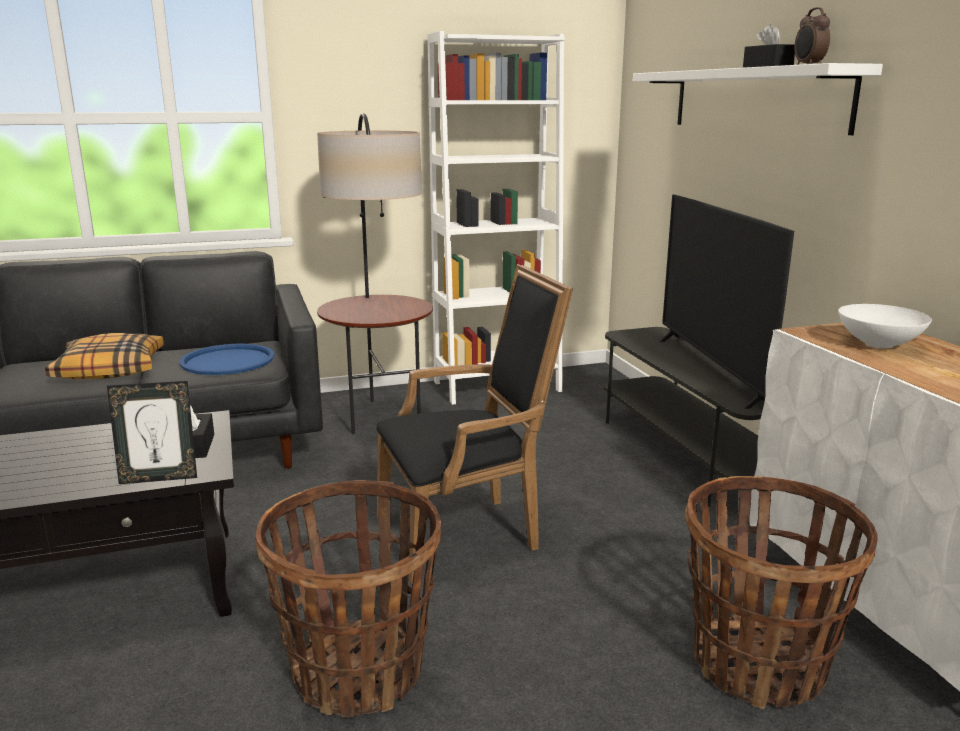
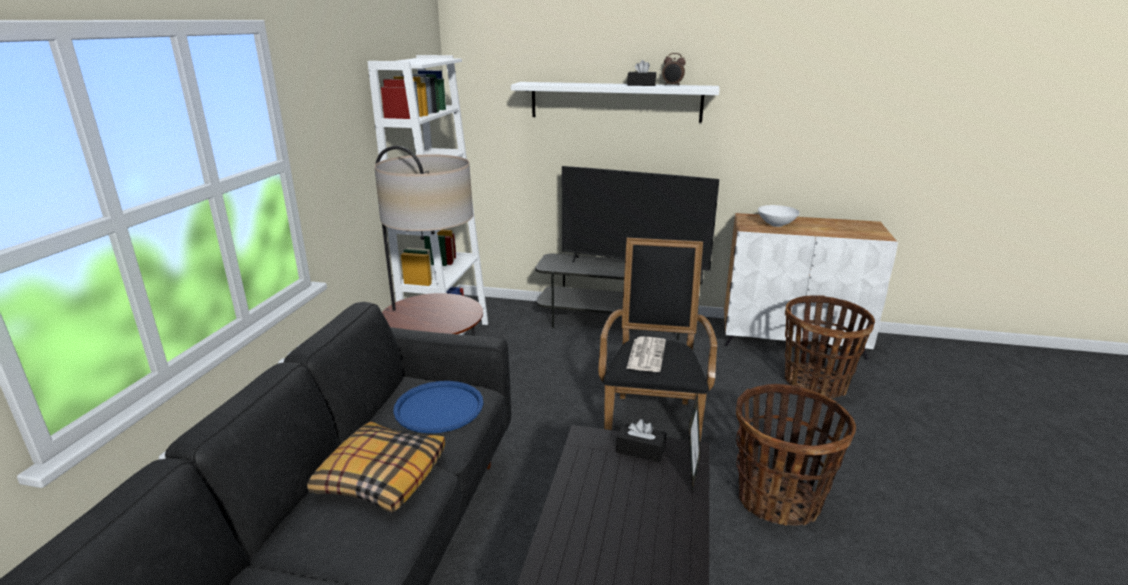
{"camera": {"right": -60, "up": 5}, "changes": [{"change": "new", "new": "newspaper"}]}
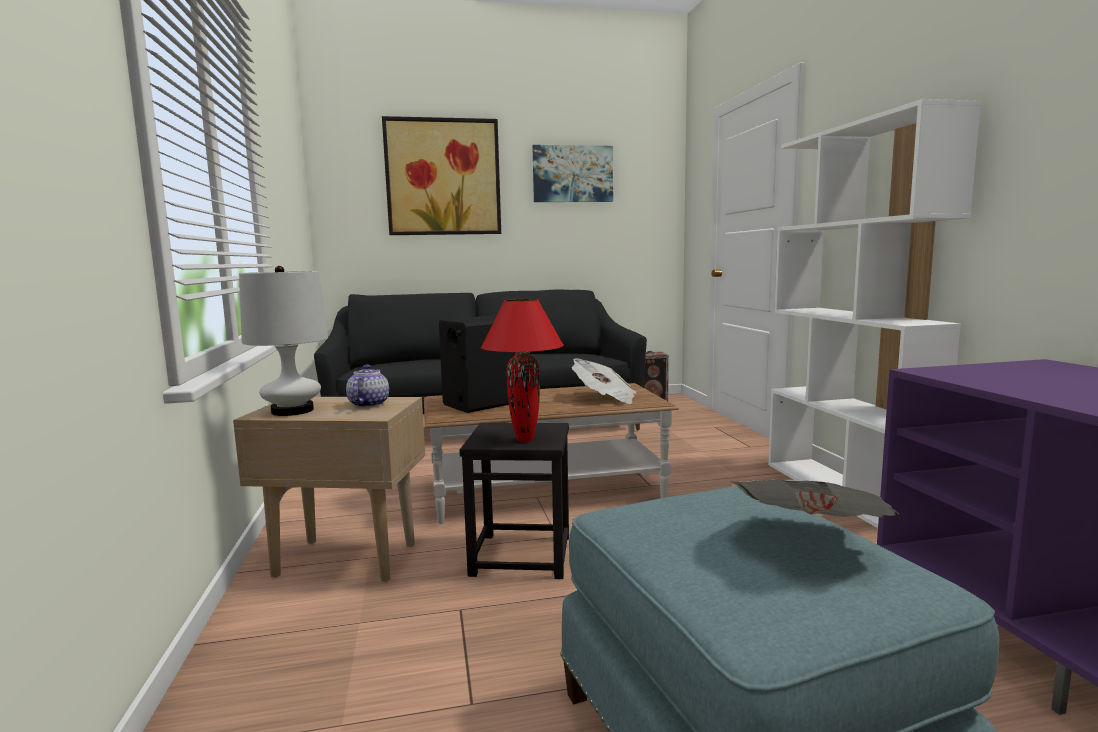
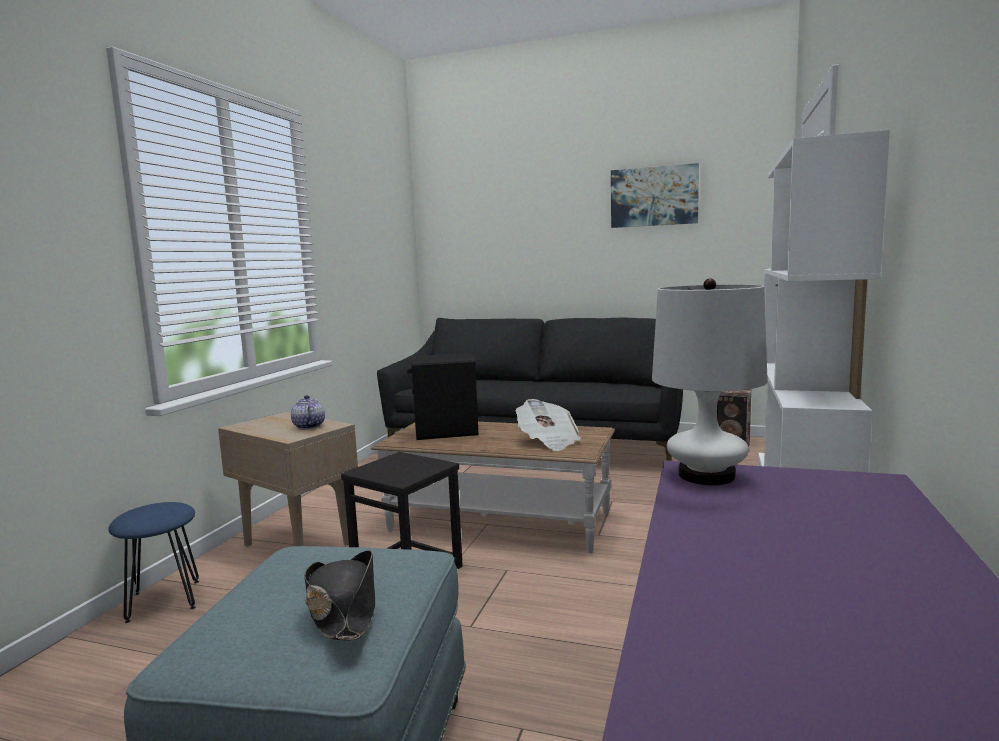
{"camera": {"right": 30, "up": 0}, "changes": [{"change": "gone", "old": "picture (no. 1 from left)"}, {"change": "shifted", "old": "white table lamp"}, {"change": "gone", "old": "red table lamp"}, {"change": "rotated", "old": "teapot", "degrees": -60}, {"change": "swapped", "old": "newspaper (no. 2 from left)", "new": "black hat"}, {"change": "new", "new": "blue stool"}]}
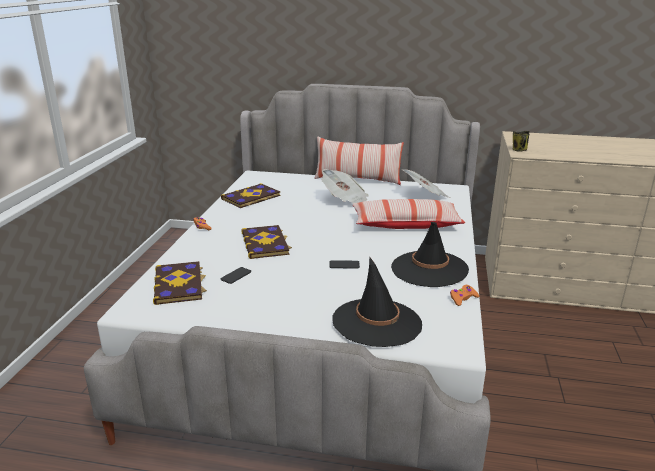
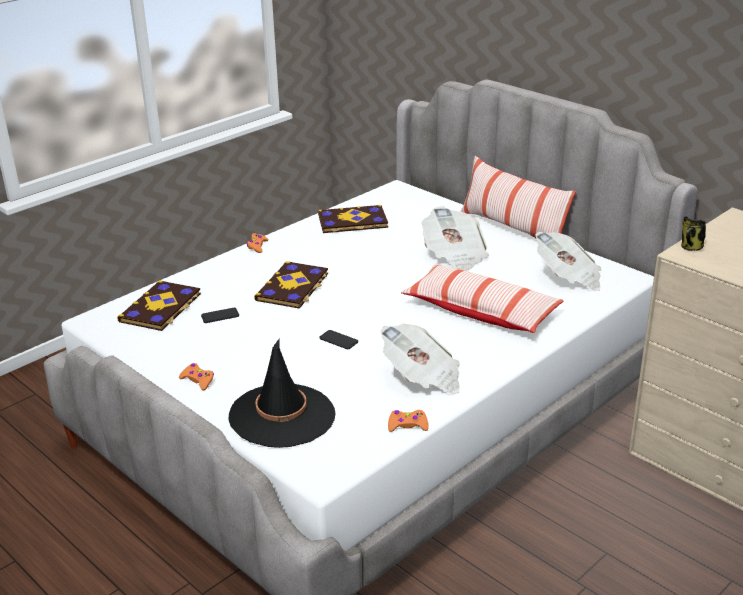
{"camera": {"right": 35, "up": 5}, "changes": [{"change": "swapped", "old": "black hat (no. 2 from left)", "new": "newspaper (no. 1 from left)"}, {"change": "new", "new": "orange game controller (no. 1 from left)"}]}
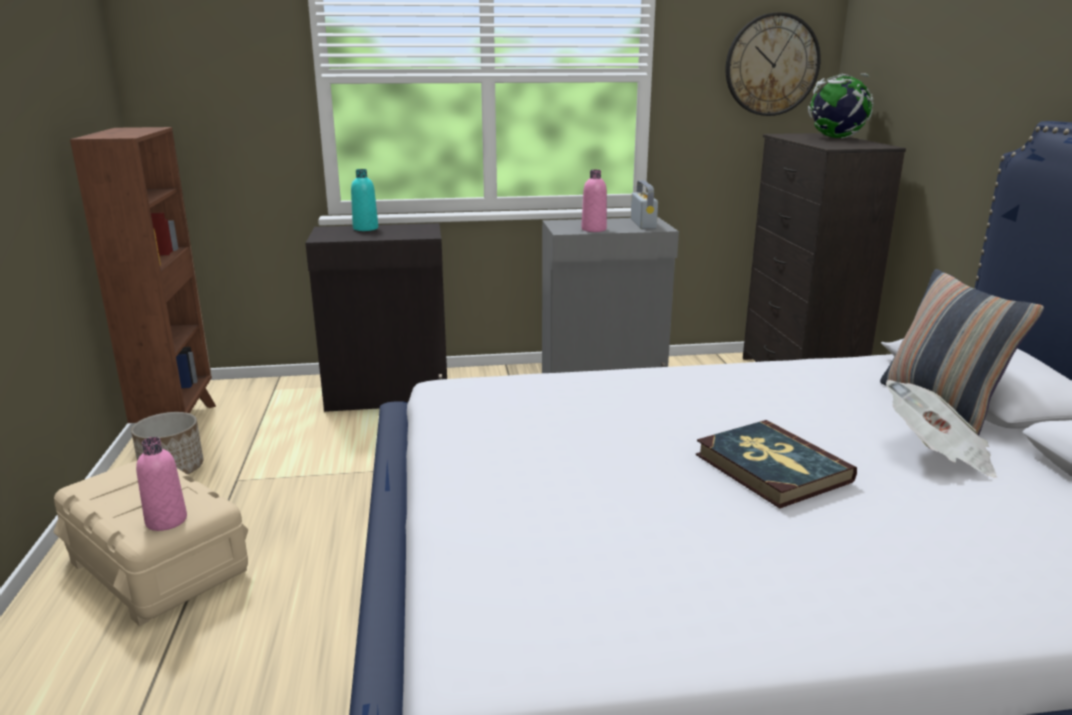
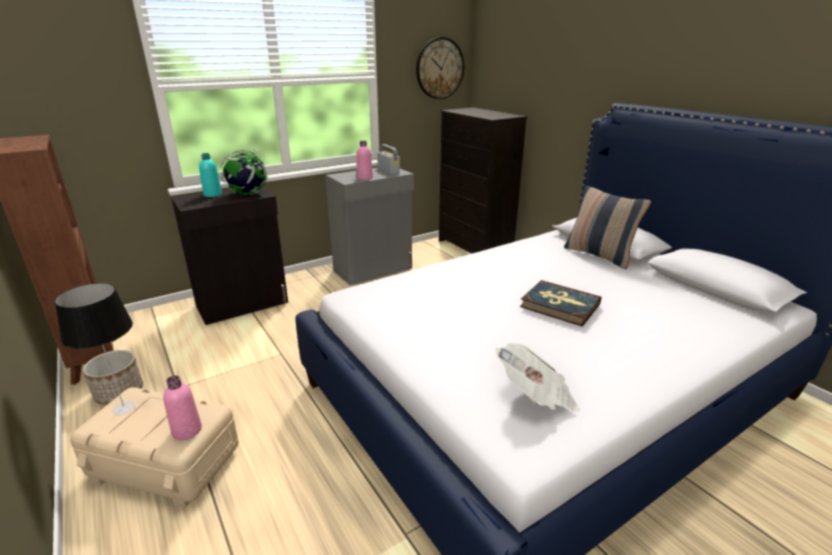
{"camera": {"right": -25, "up": 5}, "changes": [{"change": "shifted", "old": "globe"}, {"change": "shifted", "old": "newspaper"}, {"change": "new", "new": "table lamp"}]}
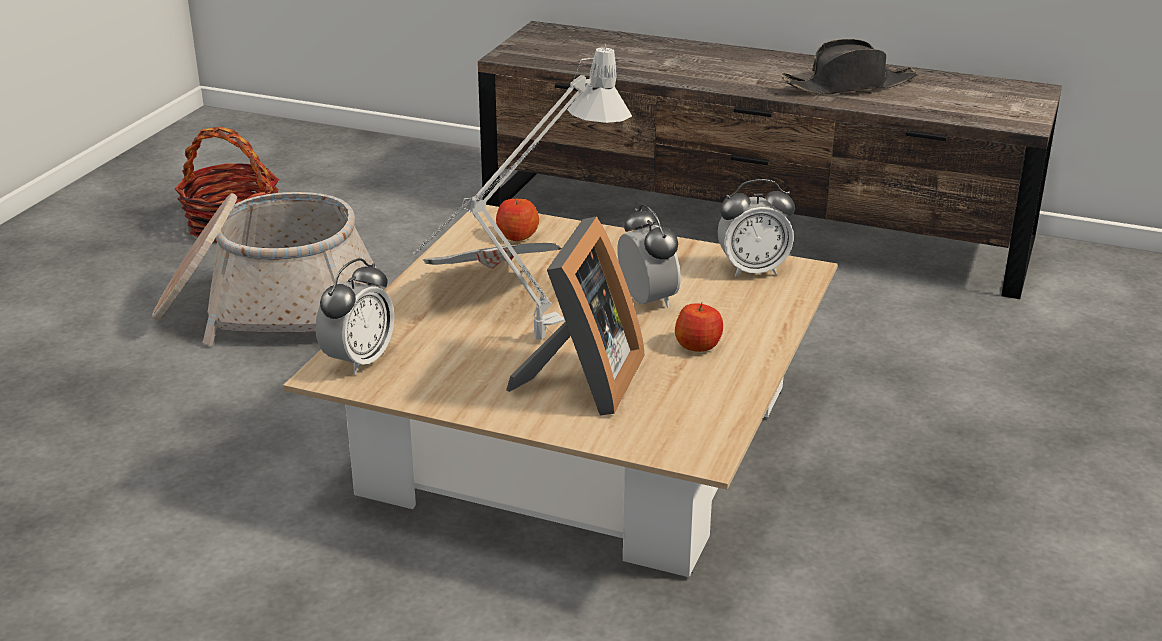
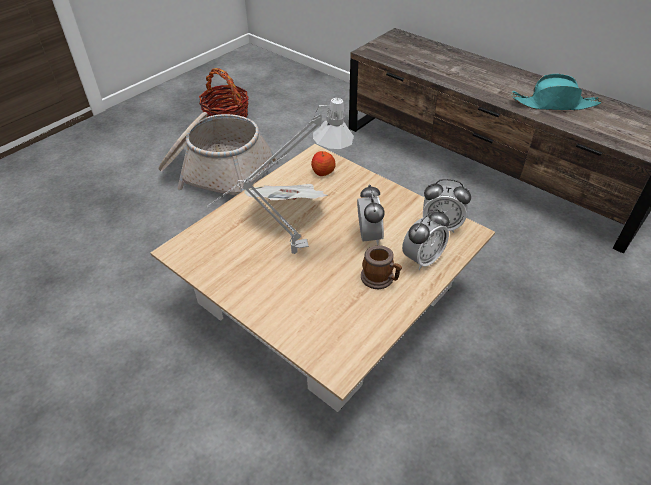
{"camera": {"right": 20, "up": 15}, "changes": [{"change": "repainted", "old": "black hat", "new": "turquoise hat"}, {"change": "gone", "old": "picture frame"}, {"change": "shifted", "old": "alarm clock (no. 1 from left in the first image)", "new": "alarm clock (no. 2 from left)"}, {"change": "swapped", "old": "apple (no. 2 from left)", "new": "mug"}]}
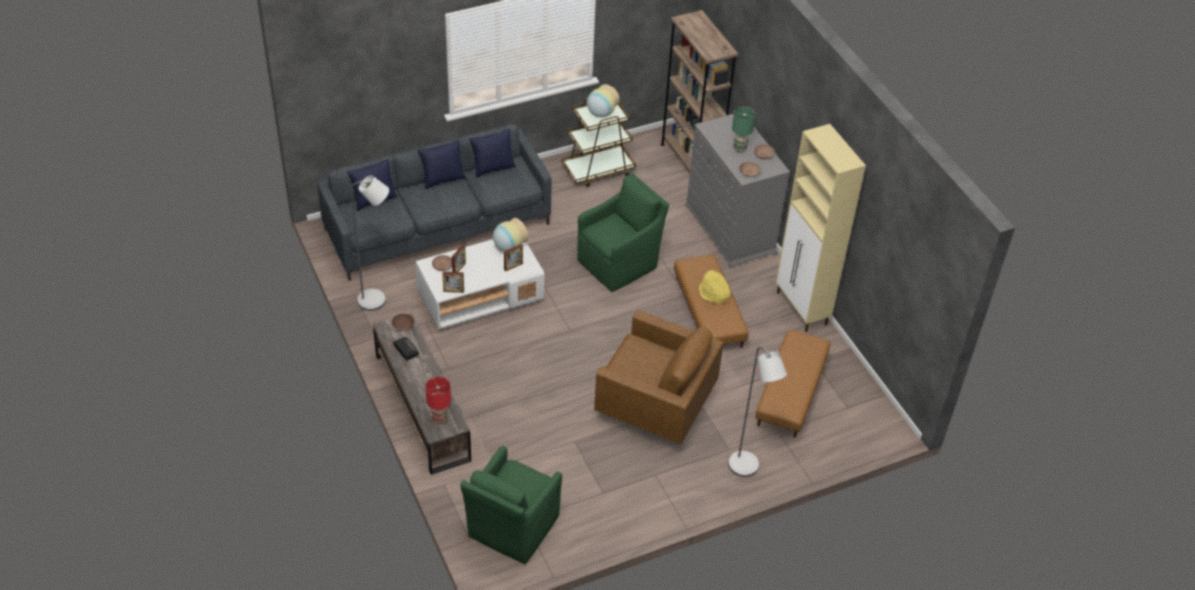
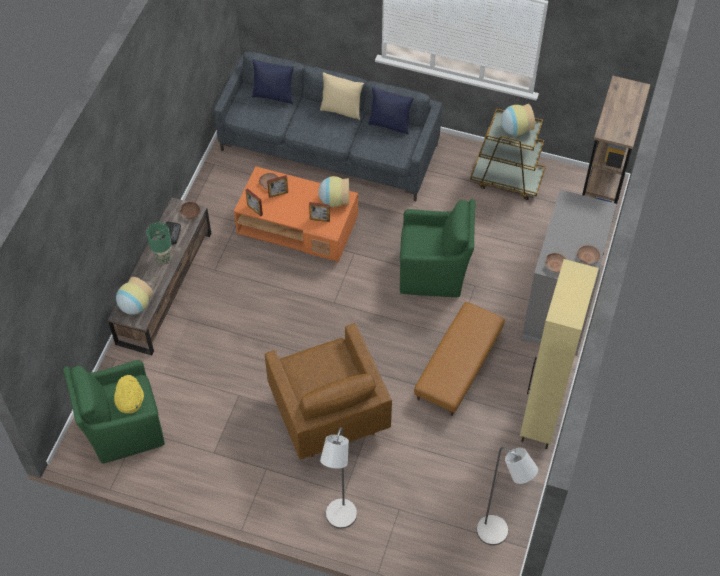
{"camera": {"right": 45, "up": 10}, "changes": [{"change": "shifted", "old": "green table lamp"}, {"change": "repainted", "old": "blue pillow (no. 2 from left)", "new": "beige pillow"}, {"change": "shifted", "old": "grey floor lamp (no. 1 from left in the first image)", "new": "grey floor lamp (no. 2 from left)"}, {"change": "repainted", "old": "white coffee table", "new": "orange coffee table"}, {"change": "shifted", "old": "yellow hat"}, {"change": "gone", "old": "brown ottoman (no. 2 from left)"}, {"change": "swapped", "old": "red table lamp", "new": "vase (no. 1 from left)"}]}
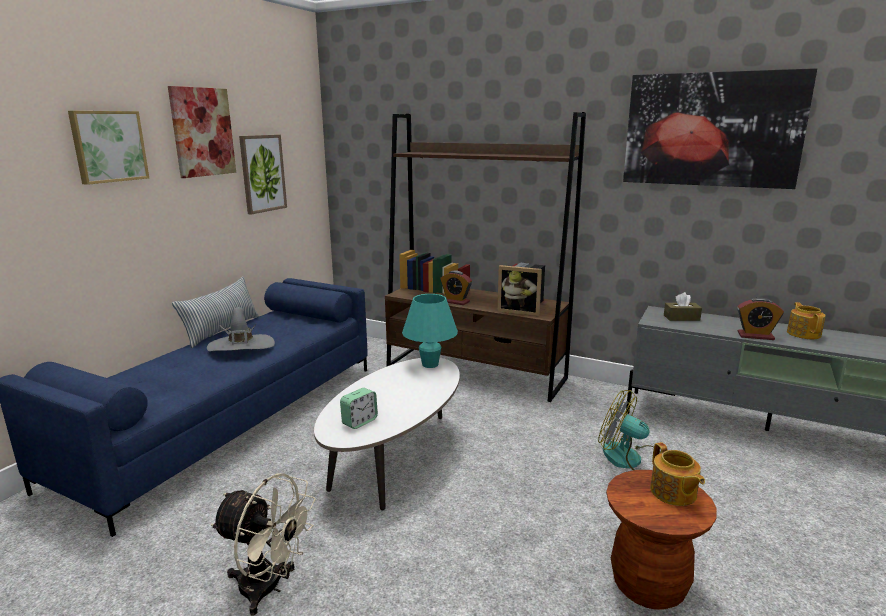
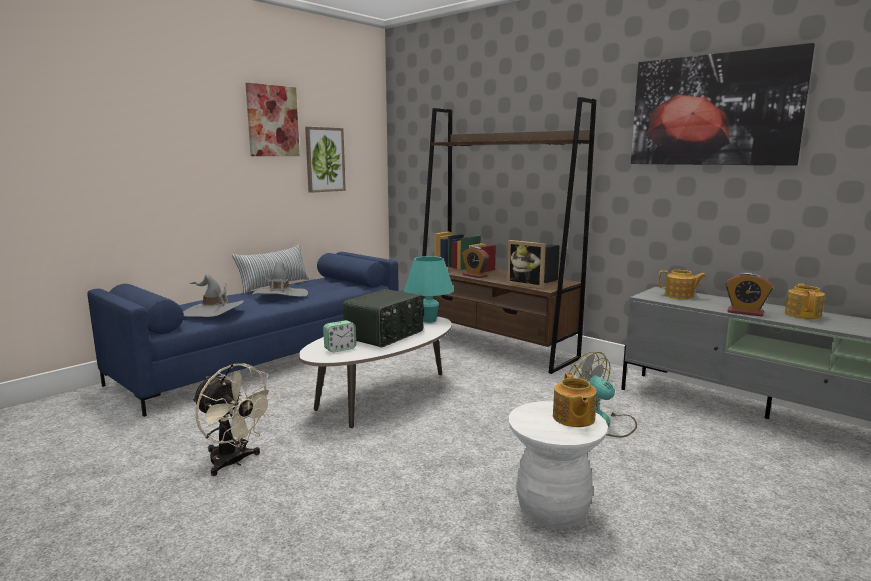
{"camera": {"right": 15, "up": -5}, "changes": [{"change": "gone", "old": "picture (no. 1 from left)"}, {"change": "swapped", "old": "brown tissue box", "new": "teapot (no. 2 from left)"}, {"change": "repainted", "old": "brown stool", "new": "white stool"}, {"change": "new", "new": "grey hat (no. 1 from left)"}, {"change": "new", "new": "radio"}]}
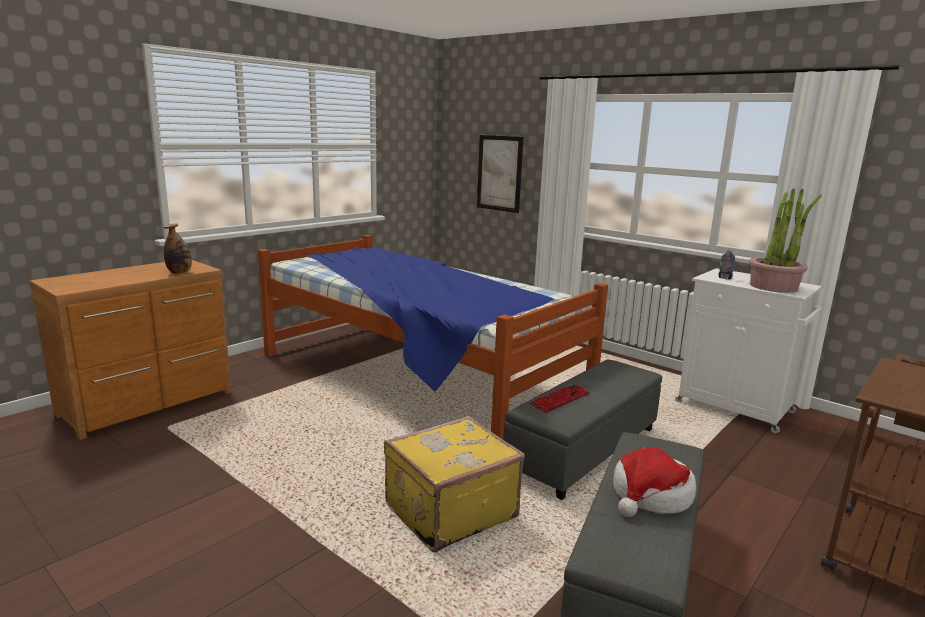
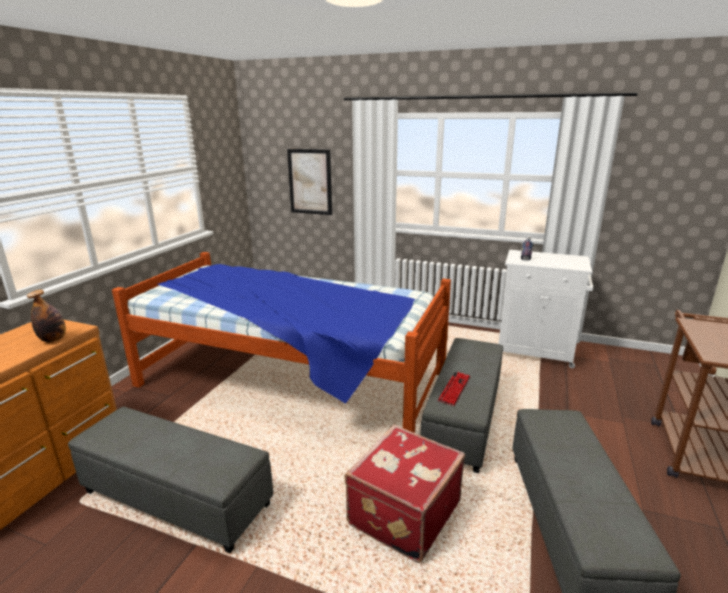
{"camera": {"right": -20, "up": 5}, "changes": [{"change": "gone", "old": "potted plant"}, {"change": "repainted", "old": "yellow suitcase", "new": "red suitcase"}, {"change": "gone", "old": "hat"}, {"change": "new", "new": "grey ottoman (no. 1 from left)"}]}
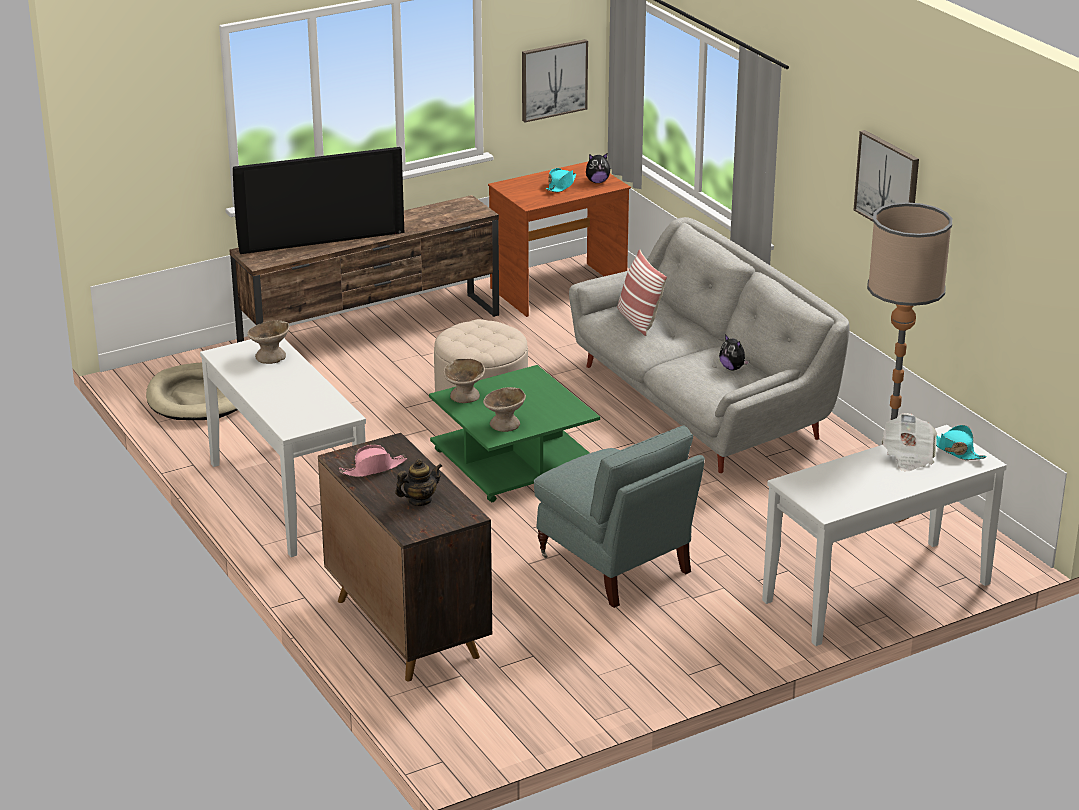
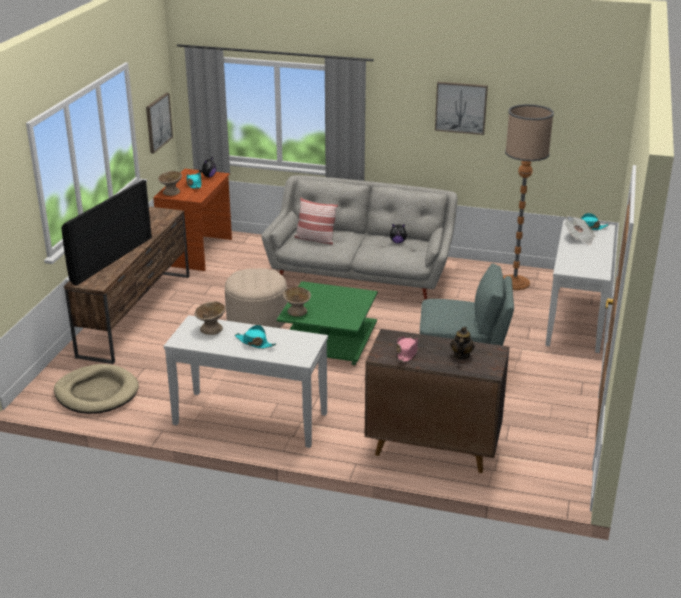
{"camera": {"right": -45, "up": 0}, "changes": [{"change": "shifted", "old": "beige bowl (no. 3 from left in the first image)", "new": "beige bowl (no. 1 from left)"}, {"change": "new", "new": "turquoise hat (no. 2 from left)"}]}
